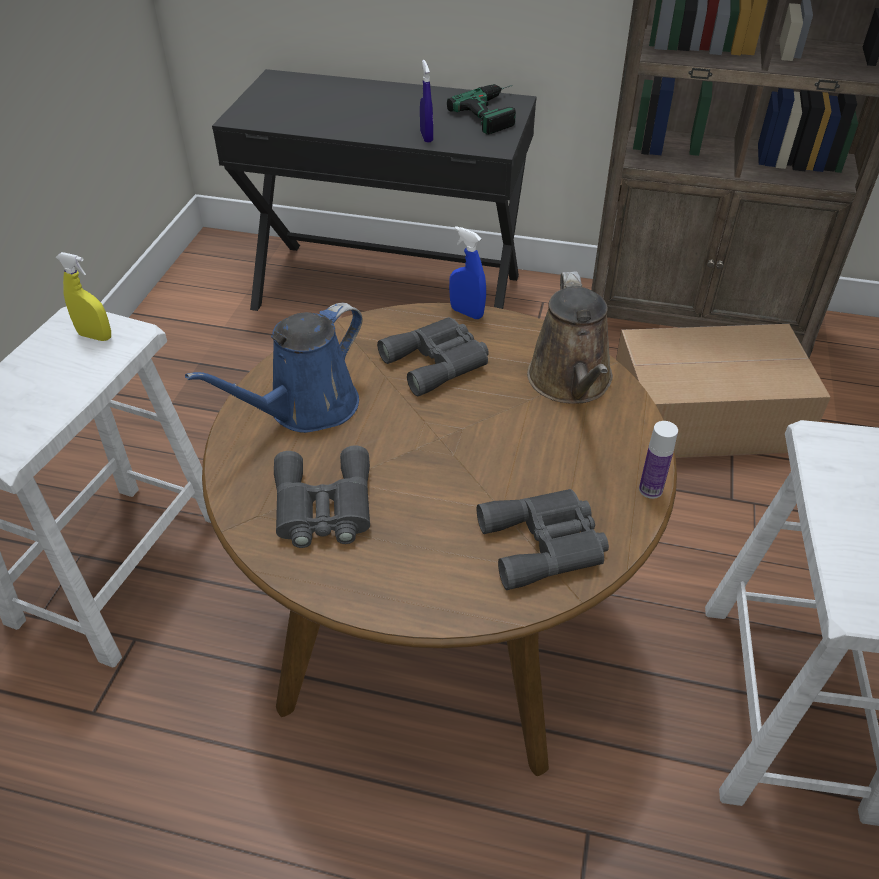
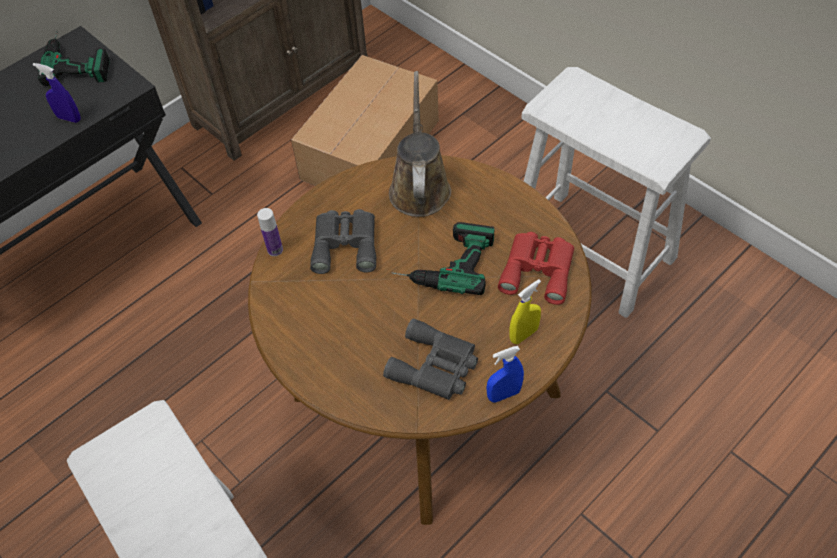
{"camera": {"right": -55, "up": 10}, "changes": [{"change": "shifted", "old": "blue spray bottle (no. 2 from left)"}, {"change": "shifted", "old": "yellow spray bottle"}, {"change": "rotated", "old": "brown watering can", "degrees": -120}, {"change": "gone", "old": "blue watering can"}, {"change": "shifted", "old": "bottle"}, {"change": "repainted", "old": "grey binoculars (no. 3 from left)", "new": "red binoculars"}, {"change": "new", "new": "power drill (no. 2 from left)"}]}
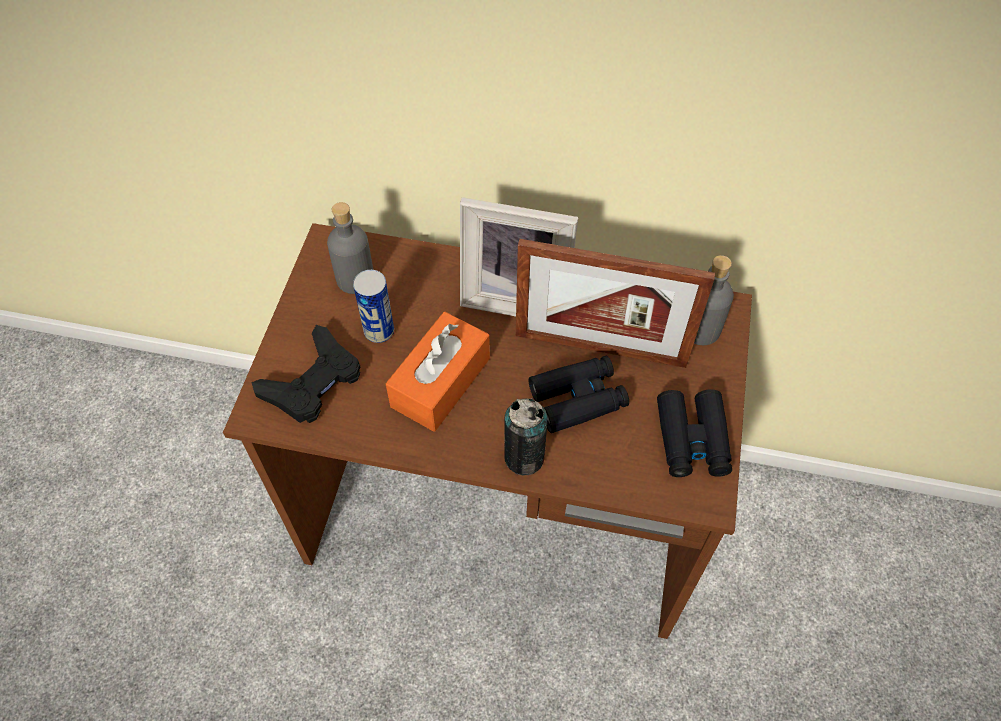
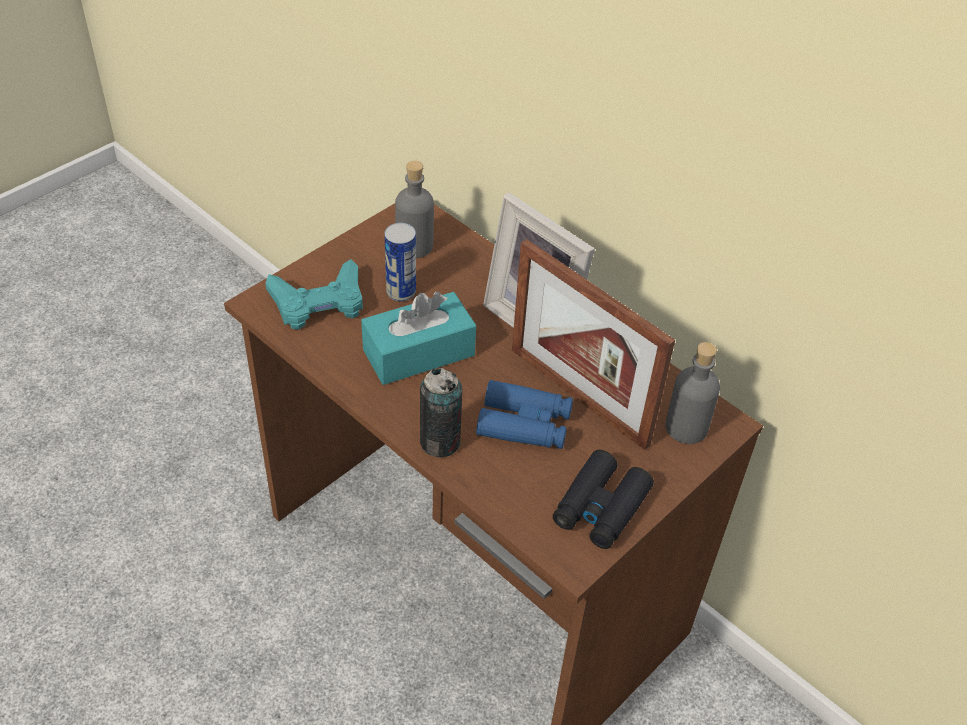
{"camera": {"right": 30, "up": -10}, "changes": [{"change": "repainted", "old": "orange tissue box", "new": "turquoise tissue box"}, {"change": "repainted", "old": "black game controller", "new": "turquoise game controller"}, {"change": "repainted", "old": "black binoculars (no. 1 from left)", "new": "blue binoculars"}]}
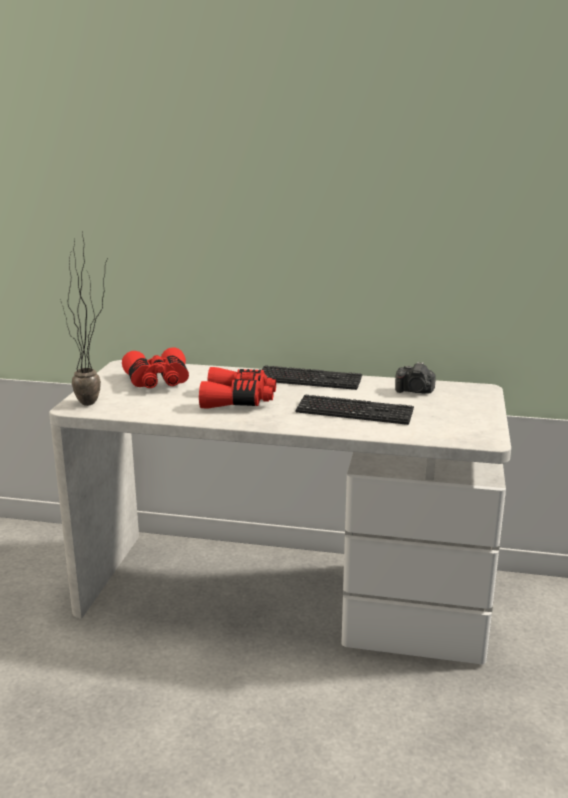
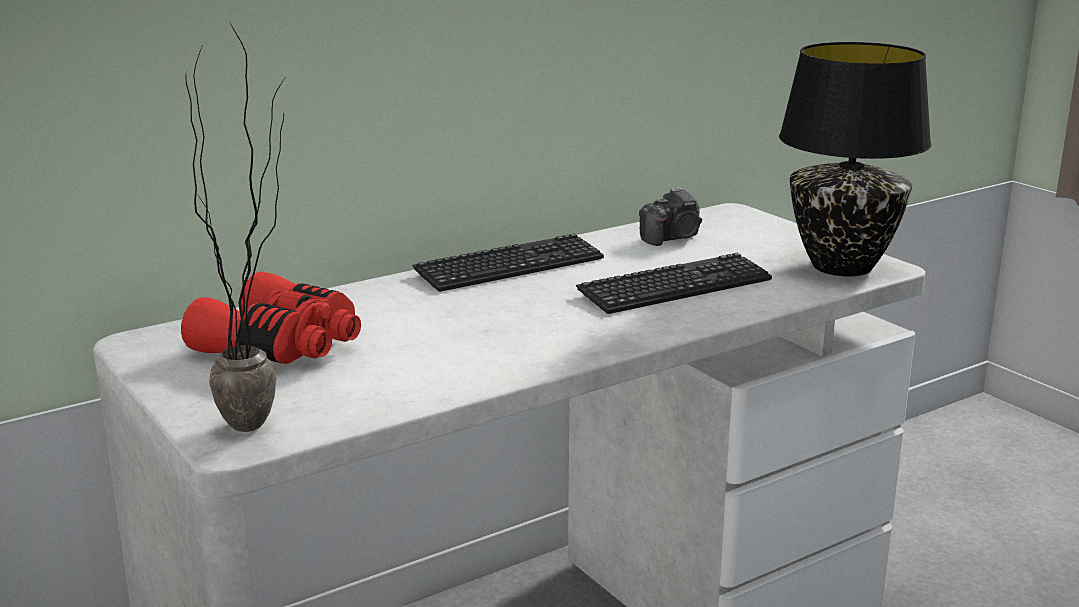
{"camera": {"right": -45, "up": 0}, "changes": [{"change": "gone", "old": "red binoculars (no. 2 from left)"}, {"change": "new", "new": "black table lamp"}]}
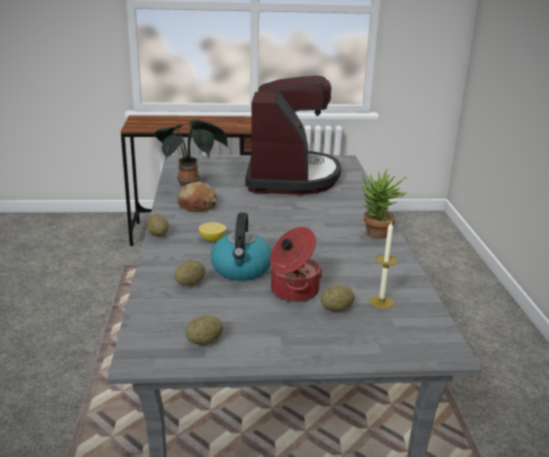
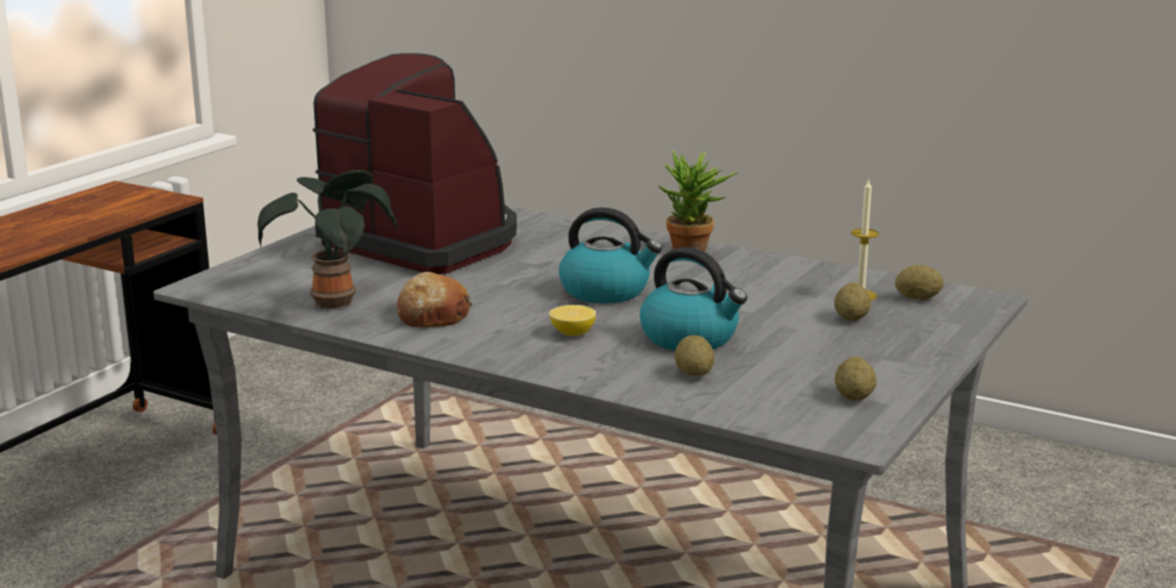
{"camera": {"right": -55, "up": -5}, "changes": [{"change": "shifted", "old": "potato (no. 1 from left in the first image)", "new": "potato (no. 4 from left)"}, {"change": "gone", "old": "cooking pot"}, {"change": "new", "new": "kettle (no. 1 from left)"}]}
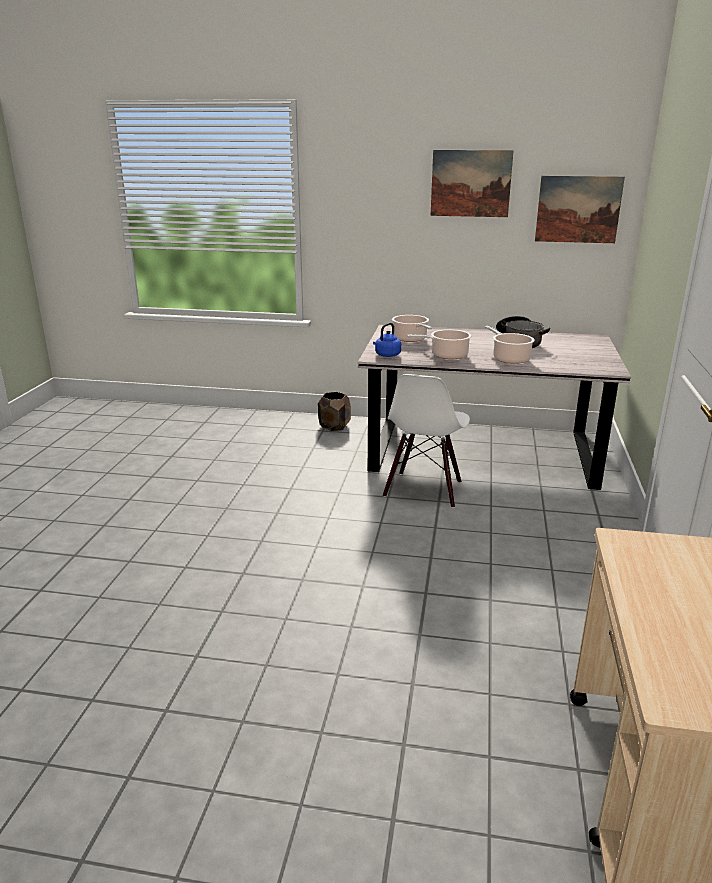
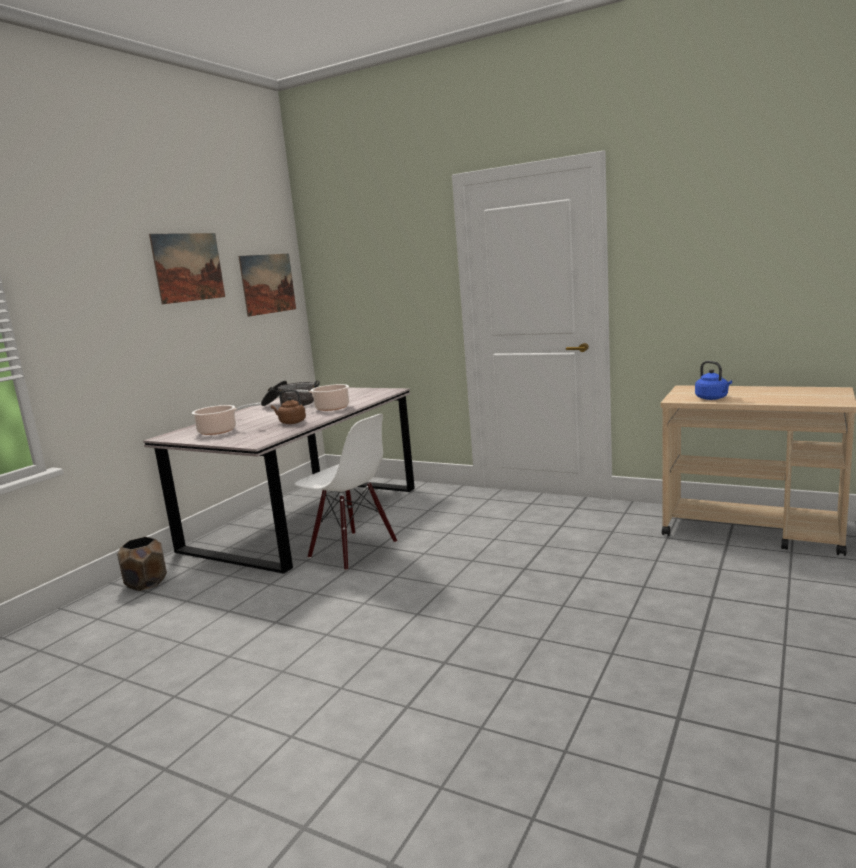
{"camera": {"right": -70, "up": -10}, "changes": [{"change": "shifted", "old": "blue kettle"}, {"change": "swapped", "old": "cooking pot (no. 2 from left)", "new": "brown kettle"}]}
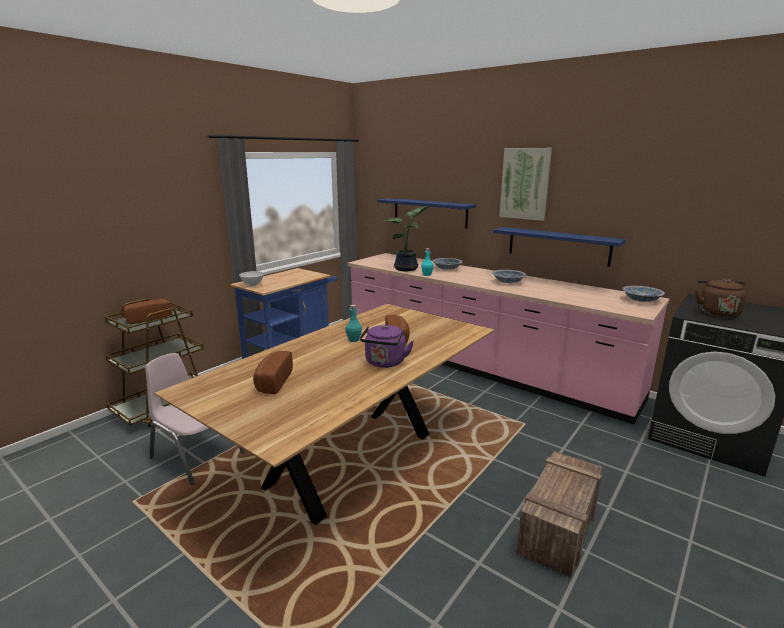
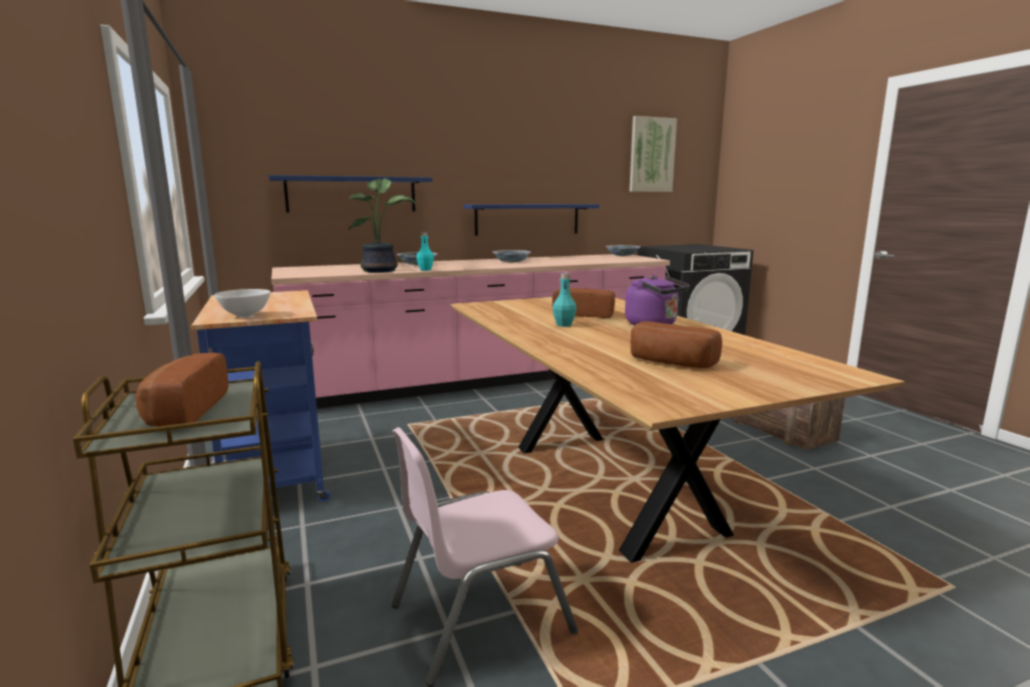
{"camera": {"right": -60, "up": -5}, "changes": [{"change": "shifted", "old": "picture"}, {"change": "gone", "old": "brown kettle"}]}
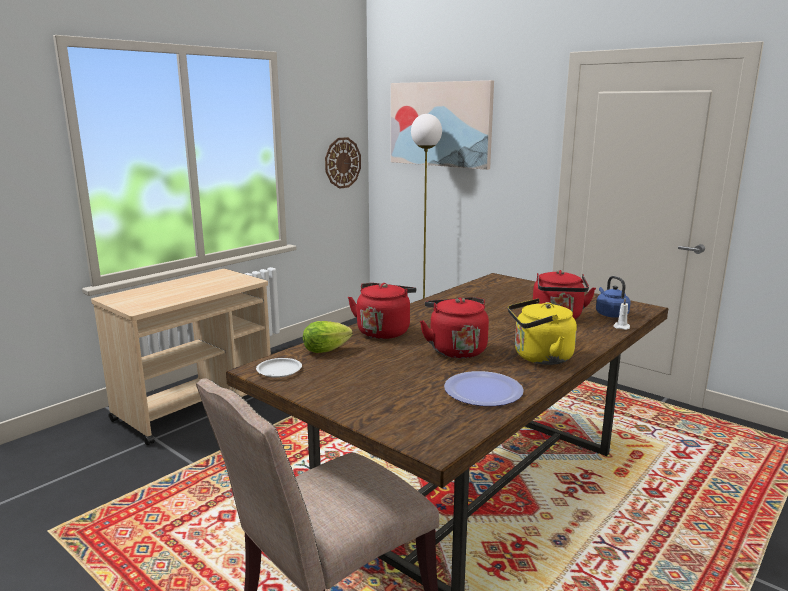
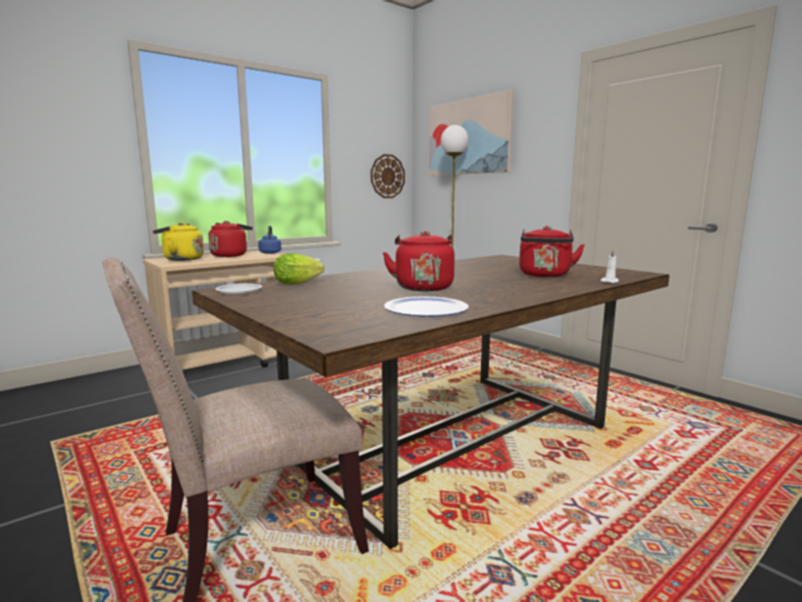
{"camera": {"right": 10, "up": -5}, "changes": [{"change": "shifted", "old": "blue kettle"}, {"change": "shifted", "old": "red kettle (no. 1 from left)"}, {"change": "shifted", "old": "yellow kettle"}]}
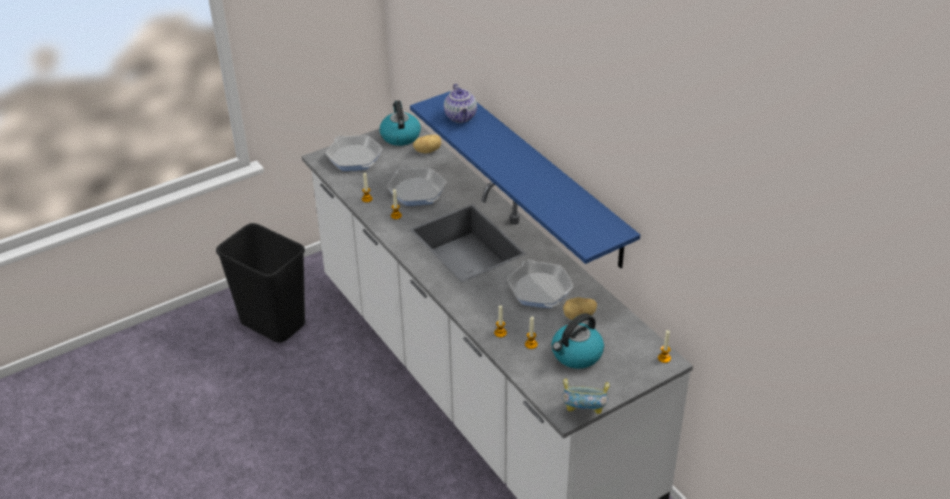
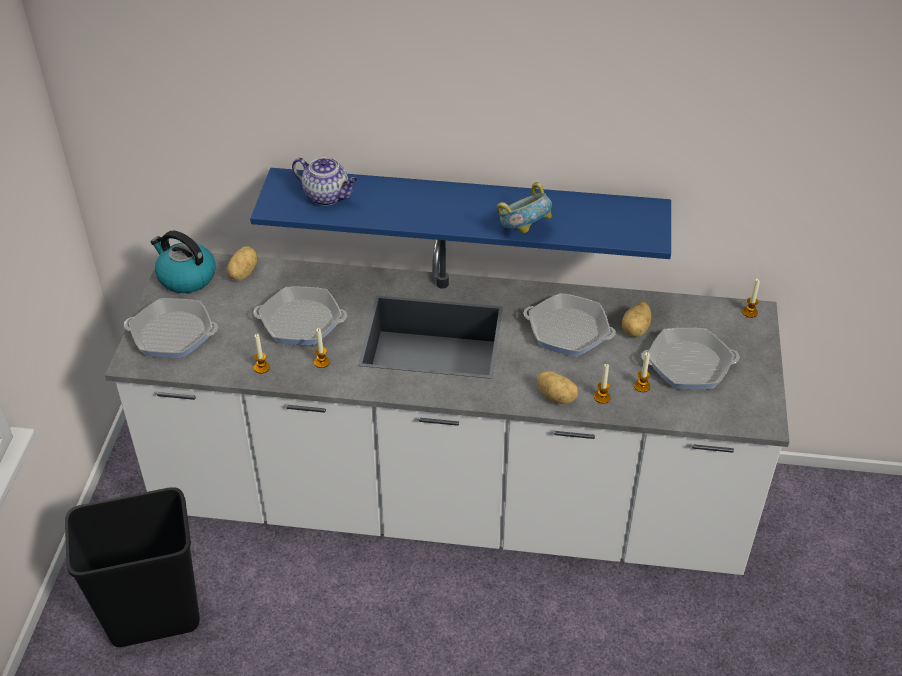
{"camera": {"right": -50, "up": 5}, "changes": [{"change": "swapped", "old": "kettle (no. 2 from left)", "new": "frying pan (no. 4 from left)"}, {"change": "shifted", "old": "bowl"}, {"change": "new", "new": "potato (no. 2 from left)"}]}
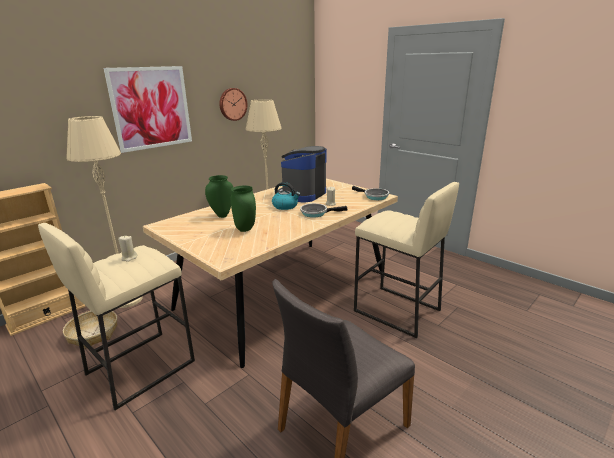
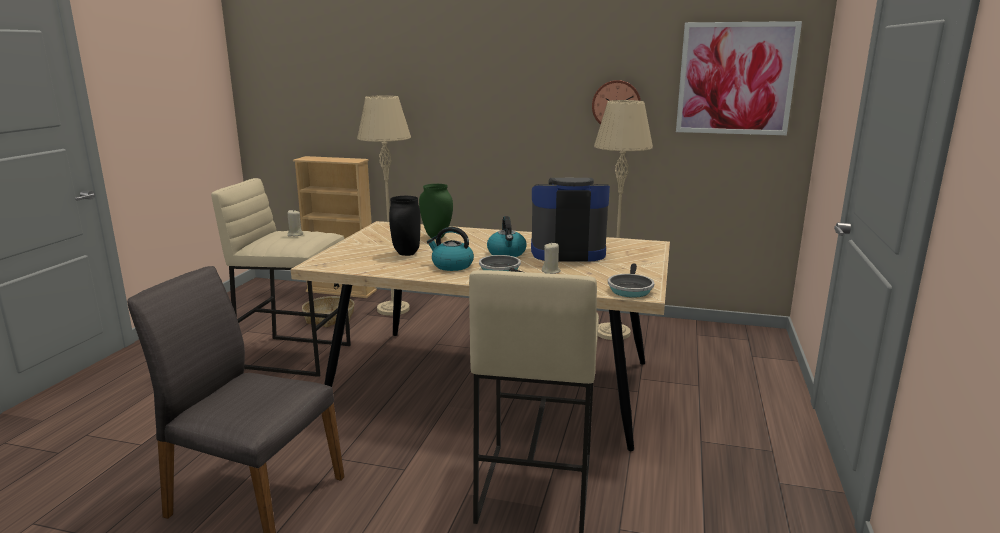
{"camera": {"right": 60, "up": -5}, "changes": [{"change": "shifted", "old": "picture"}, {"change": "repainted", "old": "green vase (no. 2 from left)", "new": "black vase"}, {"change": "new", "new": "kettle (no. 1 from left)"}]}
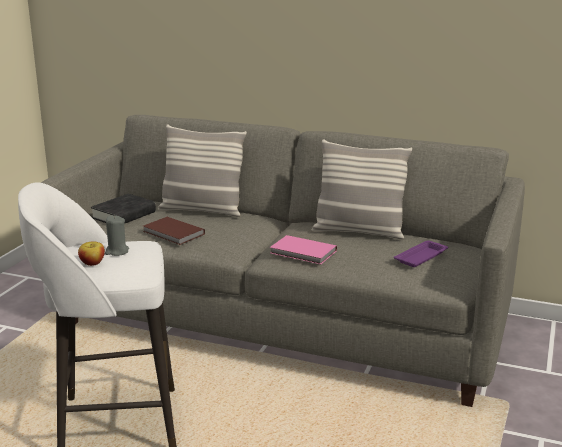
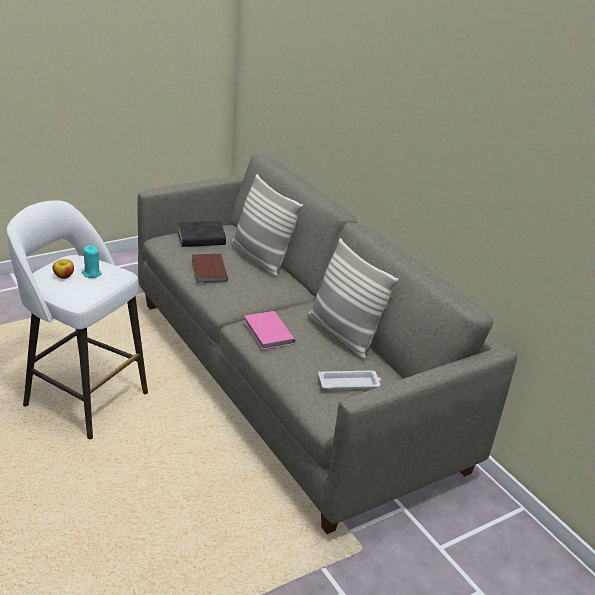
{"camera": {"right": 35, "up": 10}, "changes": [{"change": "repainted", "old": "grey candle", "new": "turquoise candle"}, {"change": "repainted", "old": "purple tray", "new": "white tray"}]}
